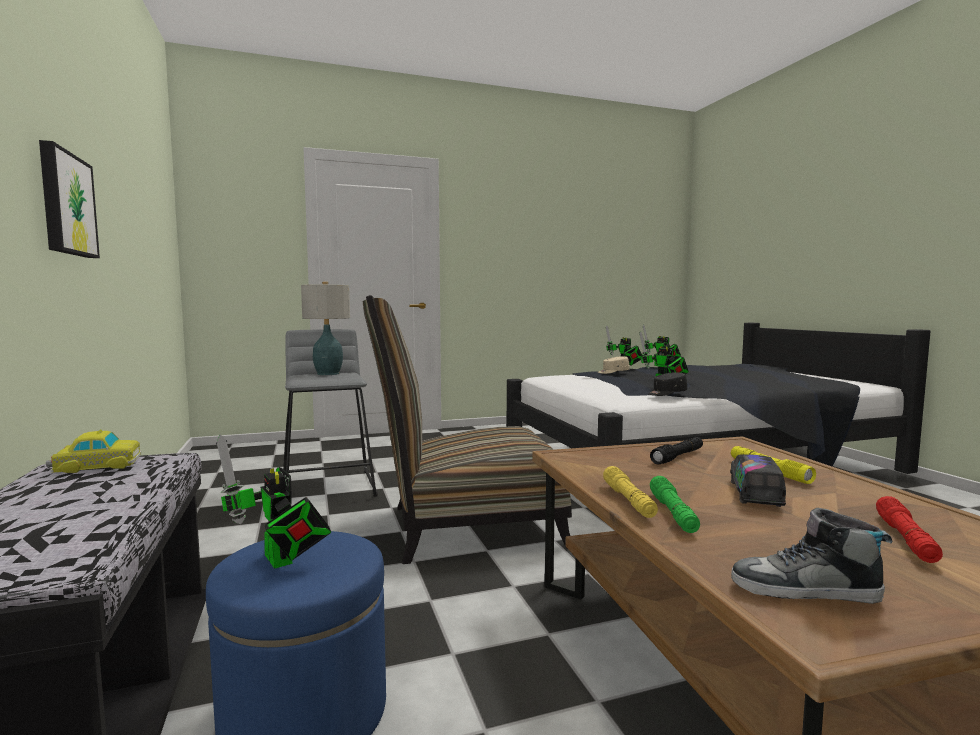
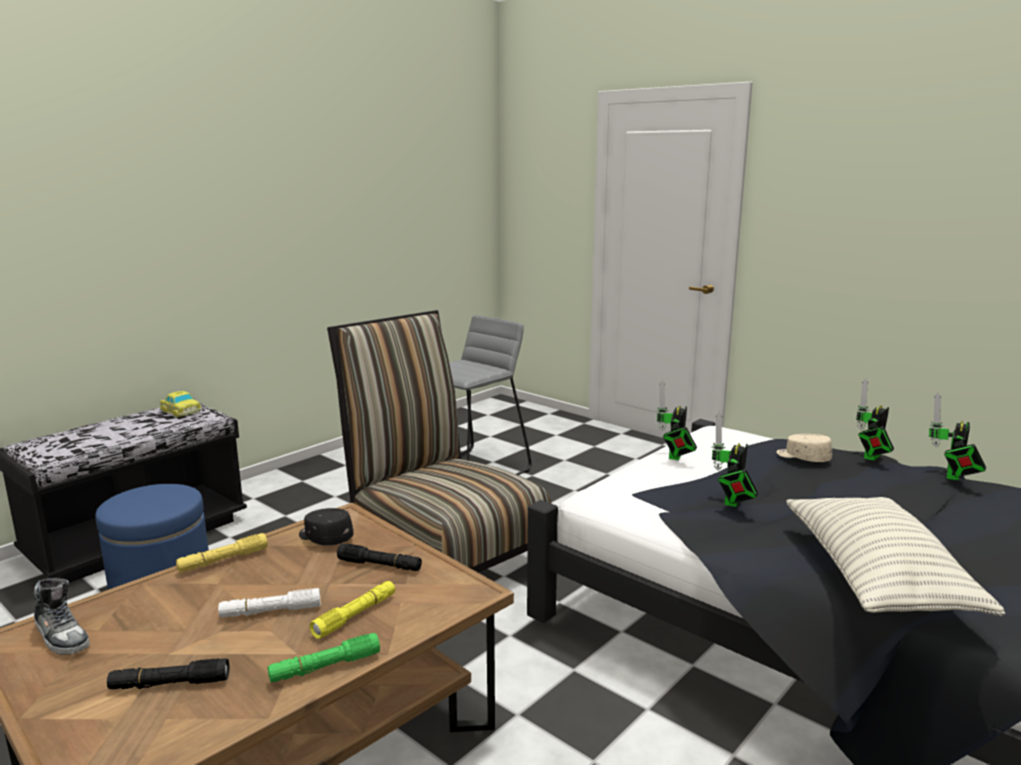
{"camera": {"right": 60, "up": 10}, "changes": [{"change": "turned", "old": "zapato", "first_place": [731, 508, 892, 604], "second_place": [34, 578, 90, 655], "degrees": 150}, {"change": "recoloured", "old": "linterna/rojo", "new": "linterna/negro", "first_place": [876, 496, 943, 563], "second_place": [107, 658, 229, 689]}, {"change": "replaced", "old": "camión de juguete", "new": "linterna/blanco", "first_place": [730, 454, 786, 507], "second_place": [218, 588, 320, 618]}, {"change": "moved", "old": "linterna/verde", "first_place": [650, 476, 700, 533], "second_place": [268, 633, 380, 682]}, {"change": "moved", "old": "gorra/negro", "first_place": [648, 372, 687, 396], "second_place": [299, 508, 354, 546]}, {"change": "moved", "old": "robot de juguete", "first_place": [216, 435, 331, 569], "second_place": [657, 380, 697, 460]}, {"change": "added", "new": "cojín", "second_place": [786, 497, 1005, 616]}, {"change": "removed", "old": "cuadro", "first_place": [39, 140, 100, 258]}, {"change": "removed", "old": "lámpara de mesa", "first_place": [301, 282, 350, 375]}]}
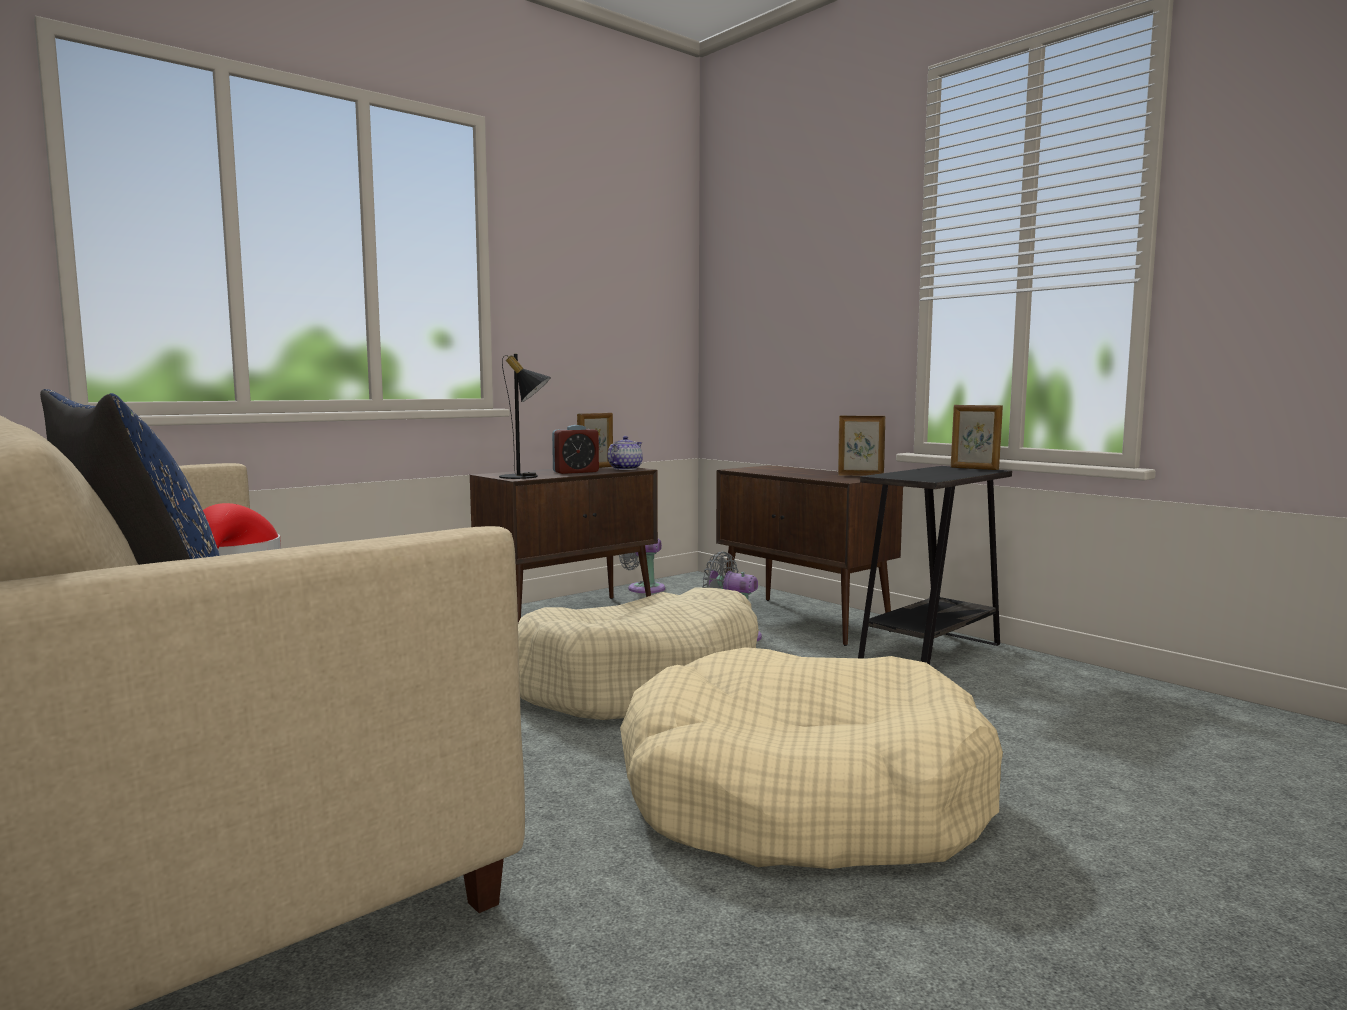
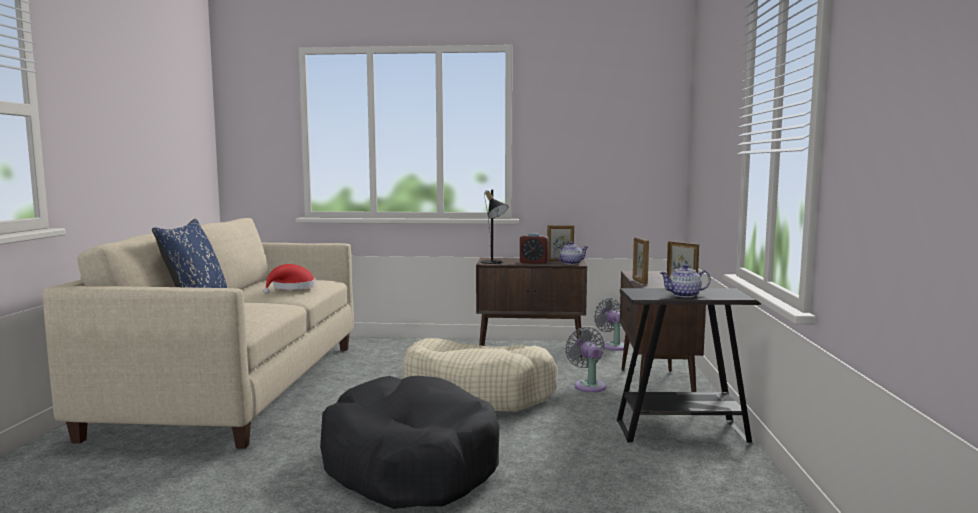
{"camera": {"right": 45, "up": 0}, "changes": [{"change": "recoloured", "old": "cama para perro/beis", "new": "cama para perro/negro", "first_place": [620, 647, 1003, 869], "second_place": [320, 376, 500, 509]}, {"change": "moved", "old": "portarretratos", "first_place": [951, 405, 1003, 470], "second_place": [633, 237, 649, 285]}, {"change": "added", "new": "tetera", "second_place": [660, 264, 711, 297]}]}
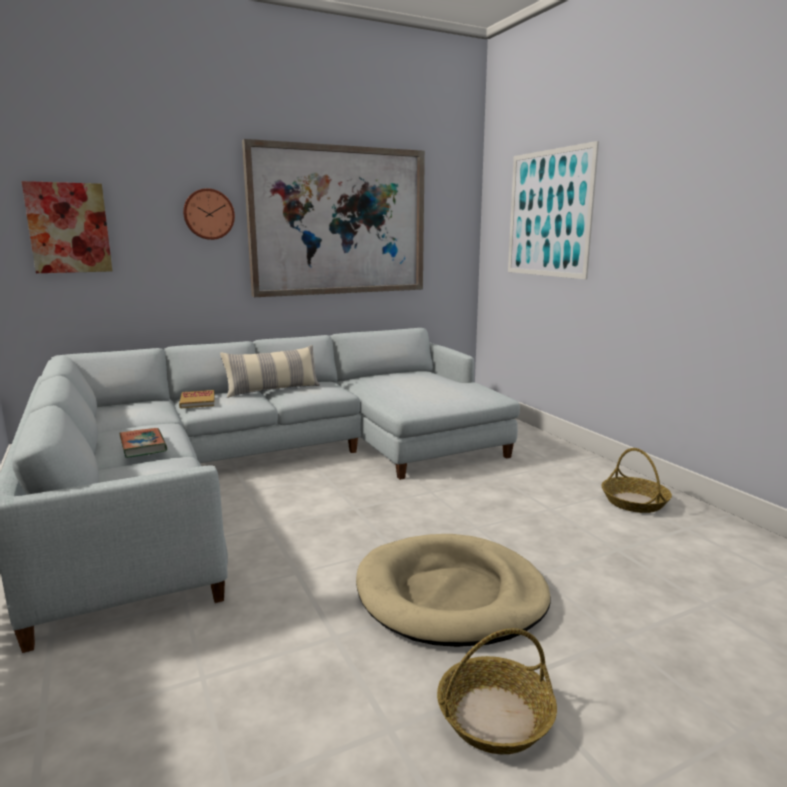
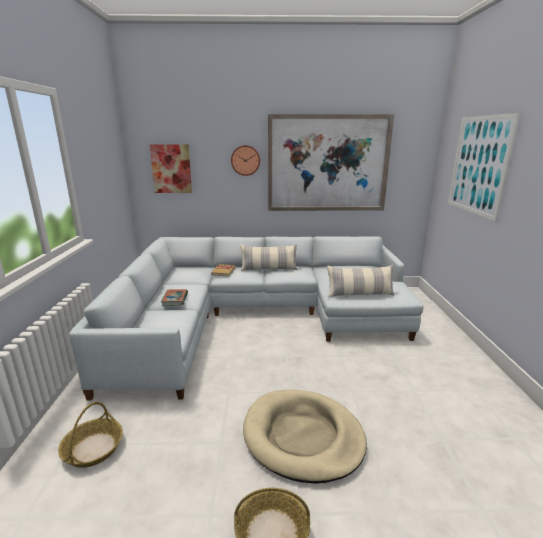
{"camera": {"right": 25, "up": 5}, "changes": [{"change": "moved", "old": "cesta", "first_place": [602, 448, 672, 513], "second_place": [58, 402, 123, 468]}, {"change": "added", "new": "cojín", "second_place": [327, 265, 395, 297]}]}
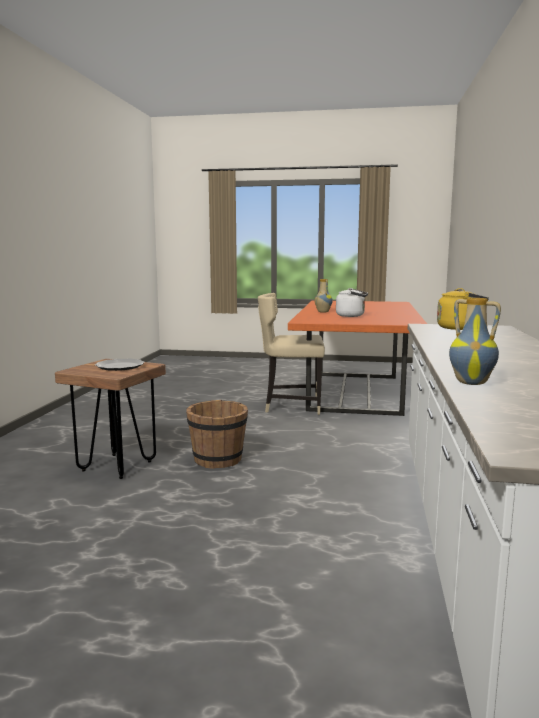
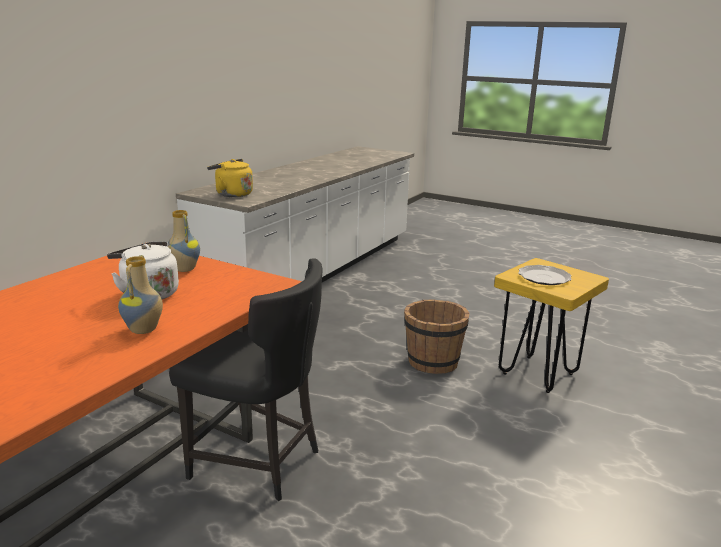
{"camera": {"right": -160, "up": 10}, "changes": [{"change": "moved", "old": "florero", "first_place": [449, 298, 501, 385], "second_place": [168, 210, 200, 272]}, {"change": "recoloured", "old": "silla/beis", "new": "silla/negro", "first_place": [258, 293, 325, 415], "second_place": [169, 259, 323, 501]}, {"change": "recoloured", "old": "taburete/marrón", "new": "taburete/amarillo", "first_place": [55, 359, 166, 479], "second_place": [494, 258, 609, 393]}]}
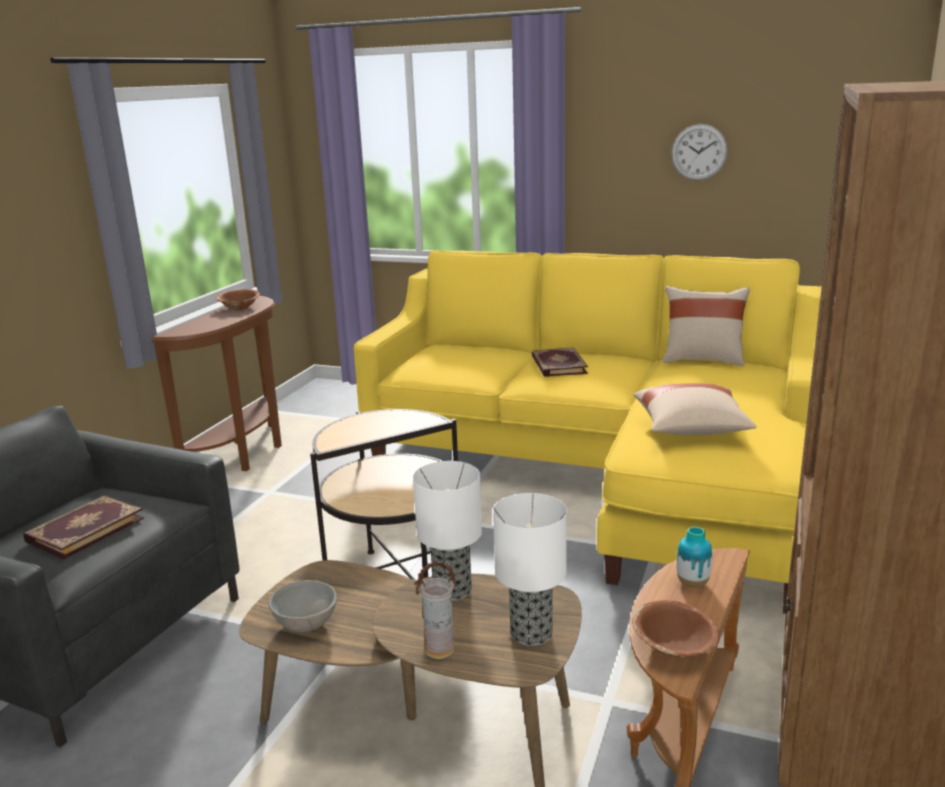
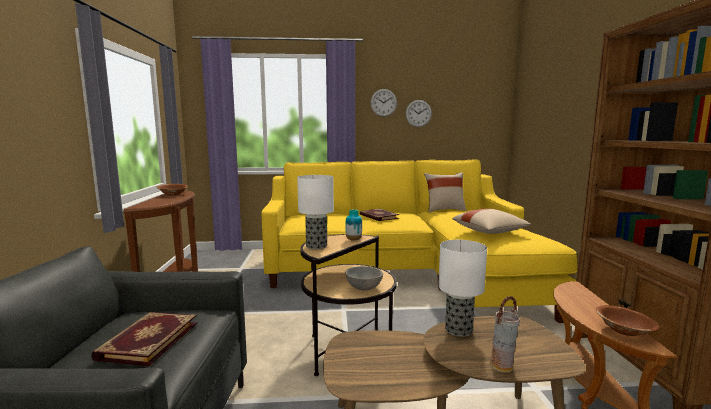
{"camera": {"right": -25, "up": -10}, "changes": [{"change": "moved", "old": "lámpara de mesa", "first_place": [493, 493, 567, 646], "second_place": [297, 175, 334, 249]}, {"change": "moved", "old": "florero", "first_place": [677, 527, 712, 588], "second_place": [345, 209, 362, 241]}, {"change": "moved", "old": "cuenco/gris", "first_place": [269, 580, 337, 632], "second_place": [345, 266, 383, 290]}, {"change": "added", "new": "reloj de pared", "second_place": [370, 89, 397, 117]}]}
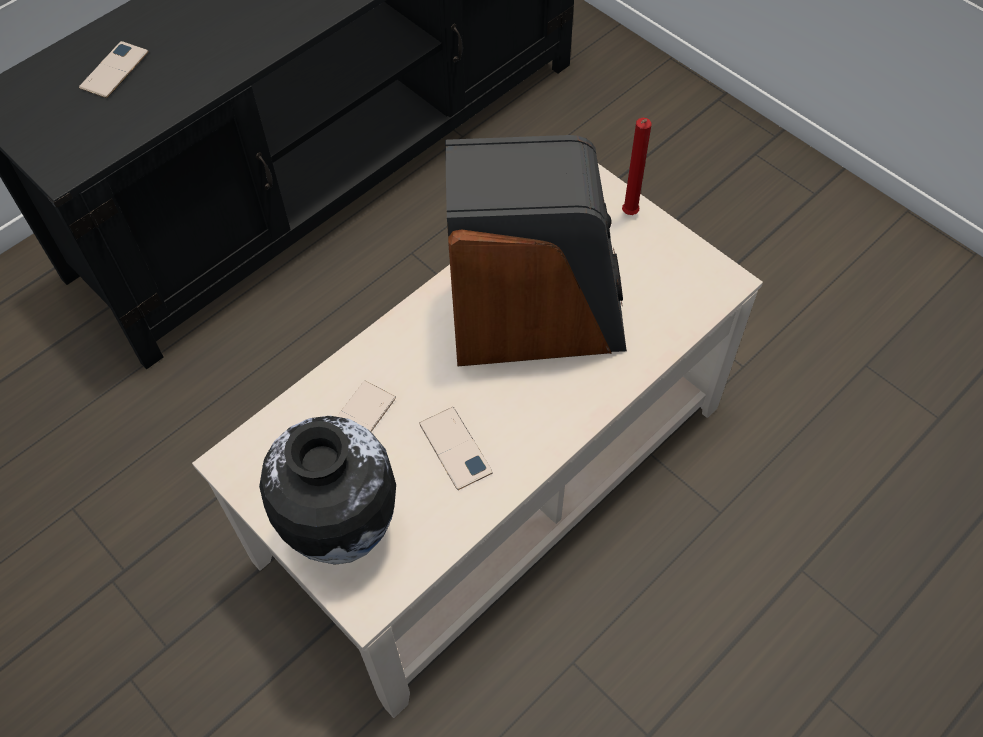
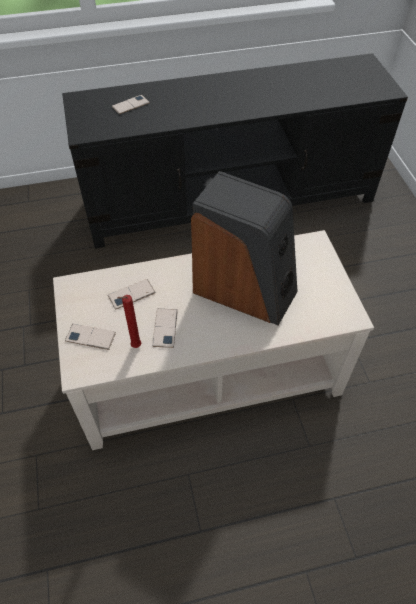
{"camera": {"right": 30, "up": -5}, "changes": [{"change": "replaced", "old": "florero", "new": "móvil", "first_place": [259, 416, 396, 565], "second_place": [65, 324, 116, 350]}, {"change": "moved", "old": "vela/rojo", "first_place": [622, 118, 652, 215], "second_place": [117, 295, 141, 348]}]}
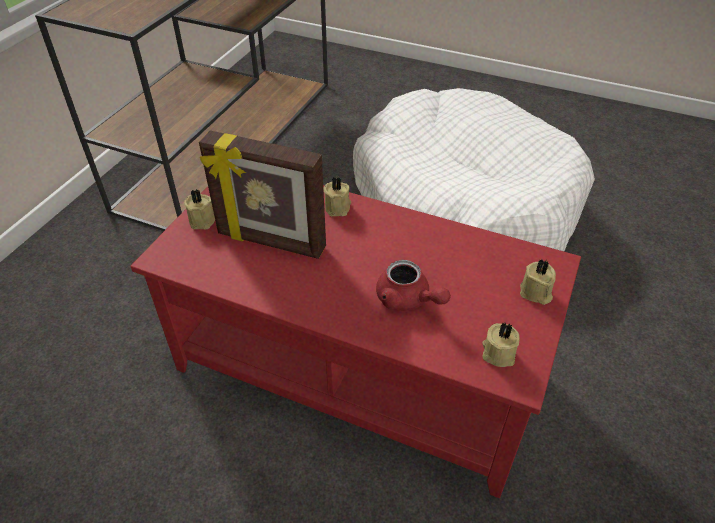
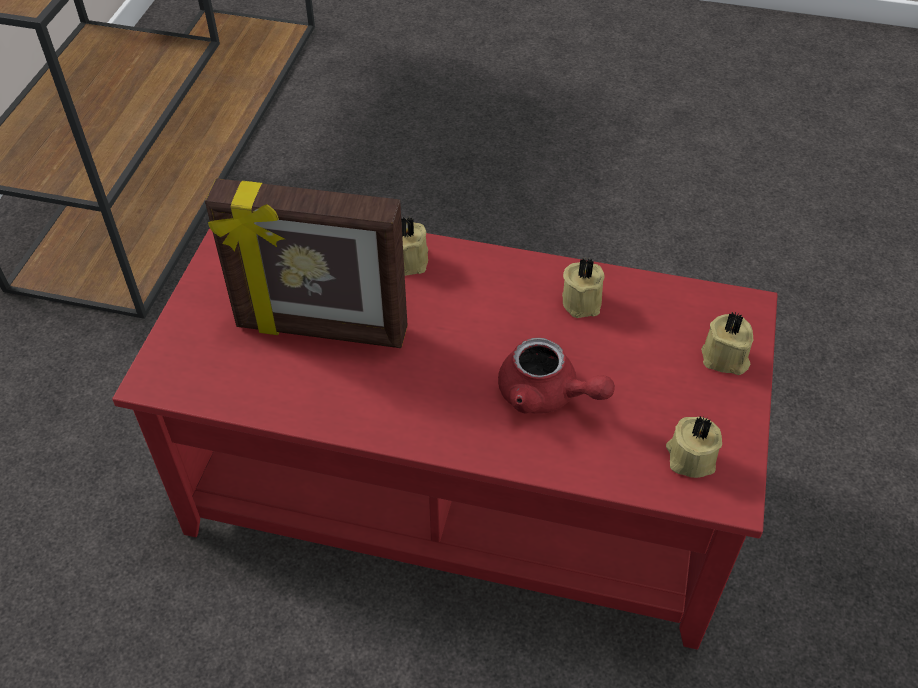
{"camera": {"right": -10, "up": 5}, "changes": [{"change": "moved", "old": "vela/beis", "first_place": [184, 189, 215, 230], "second_place": [562, 258, 604, 318]}, {"change": "removed", "old": "cama para perro/blanco", "first_place": [353, 88, 595, 251]}]}
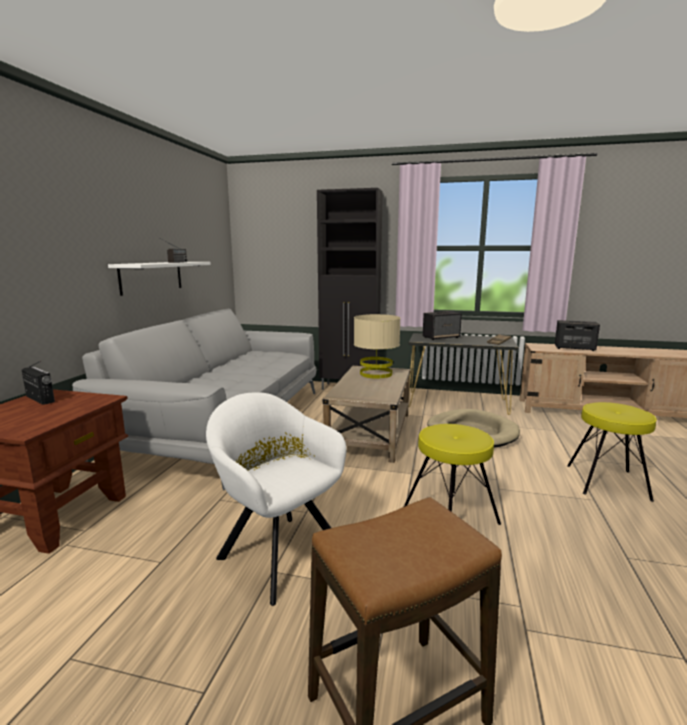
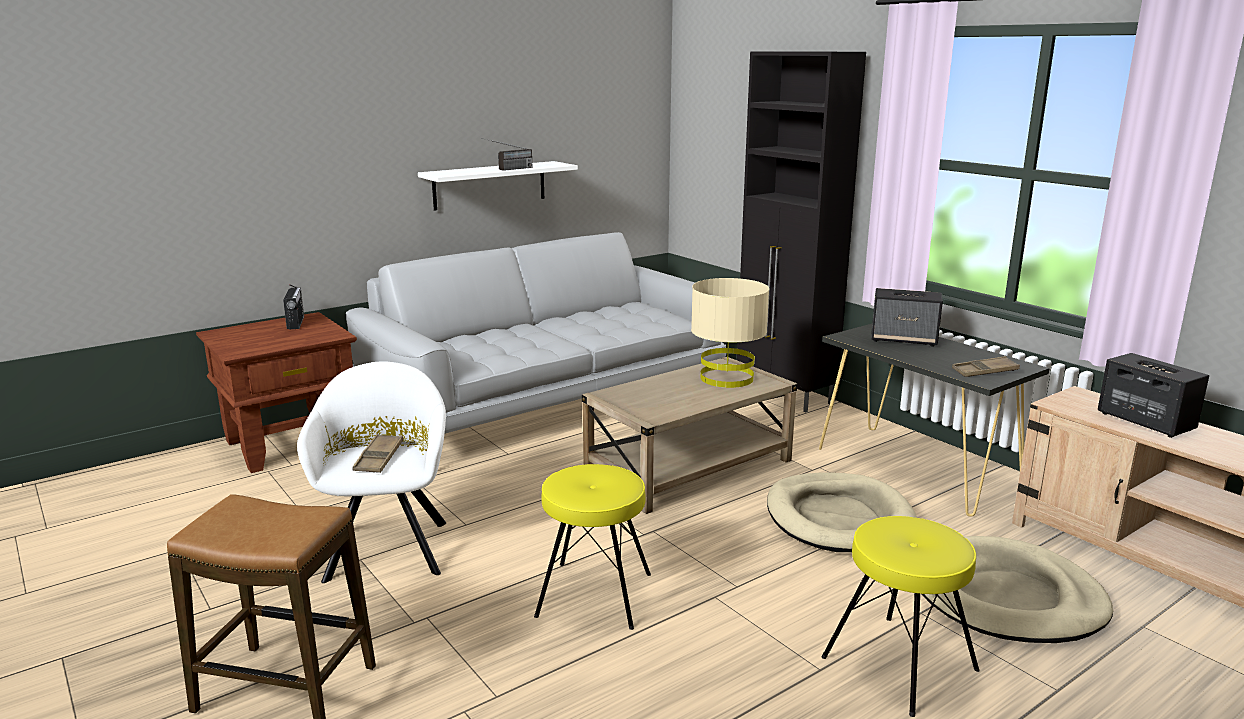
{"camera": {"right": 40, "up": 5}, "changes": [{"change": "added", "new": "bandeja/marrón", "second_place": [352, 434, 403, 473]}, {"change": "added", "new": "cama para perro/beis", "second_place": [922, 536, 1113, 643]}]}
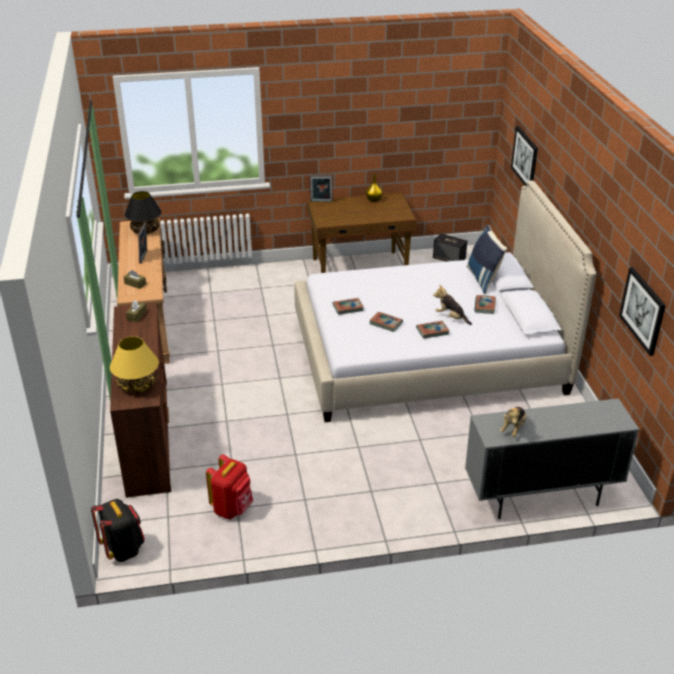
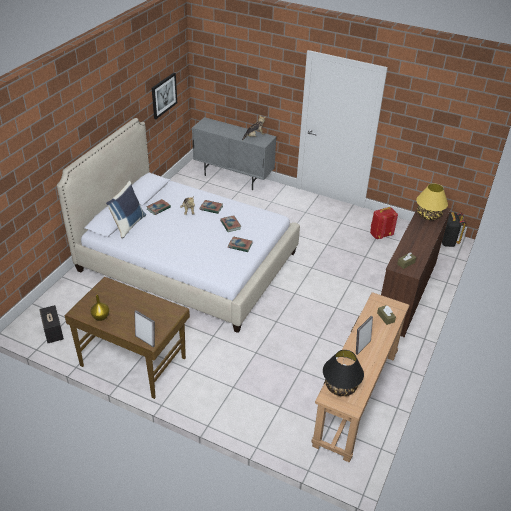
{"camera": {"right": -145, "up": 5}, "changes": [{"change": "removed", "old": "cuadro", "first_place": [511, 126, 538, 186]}]}
